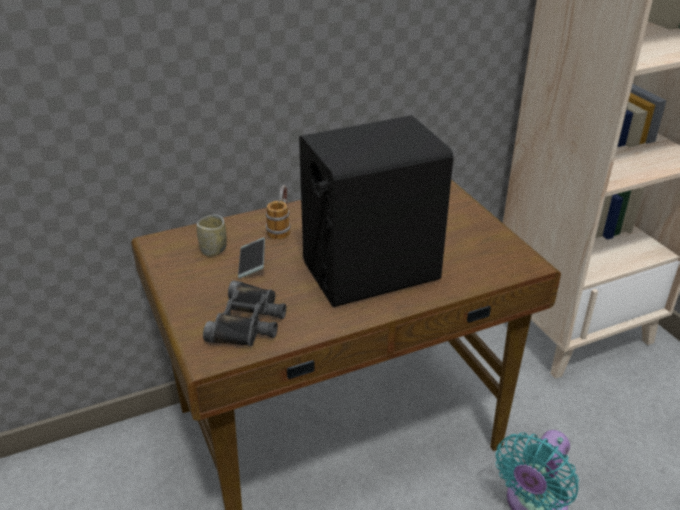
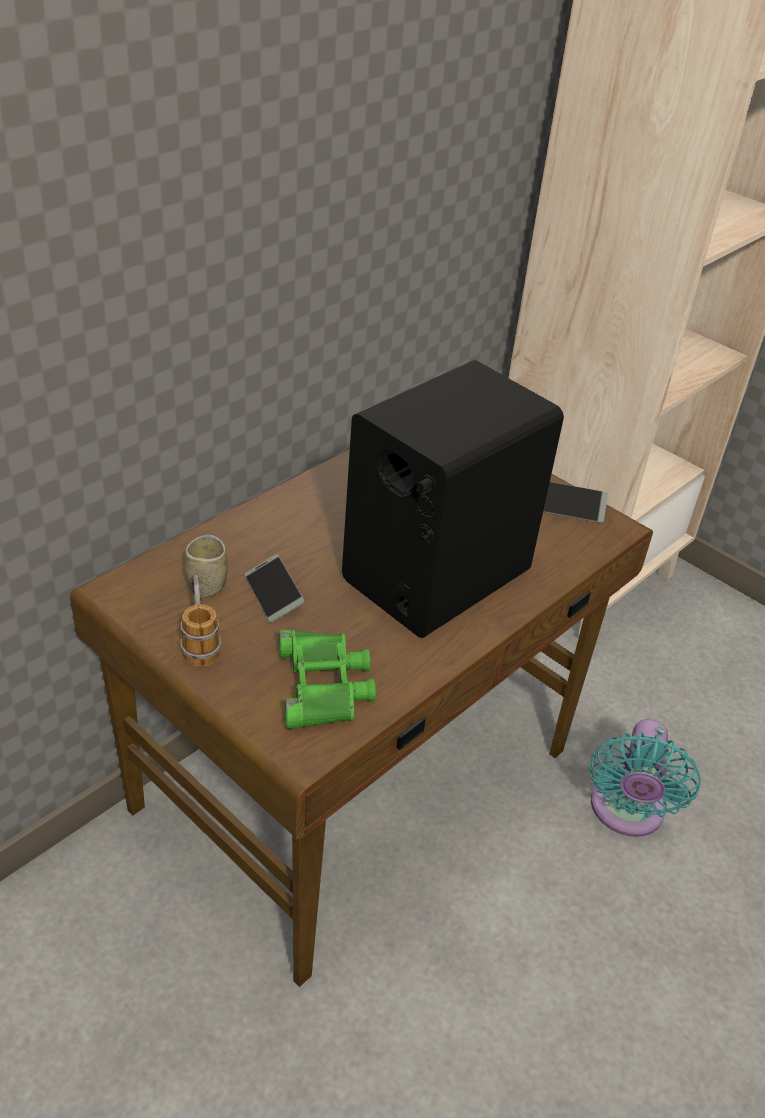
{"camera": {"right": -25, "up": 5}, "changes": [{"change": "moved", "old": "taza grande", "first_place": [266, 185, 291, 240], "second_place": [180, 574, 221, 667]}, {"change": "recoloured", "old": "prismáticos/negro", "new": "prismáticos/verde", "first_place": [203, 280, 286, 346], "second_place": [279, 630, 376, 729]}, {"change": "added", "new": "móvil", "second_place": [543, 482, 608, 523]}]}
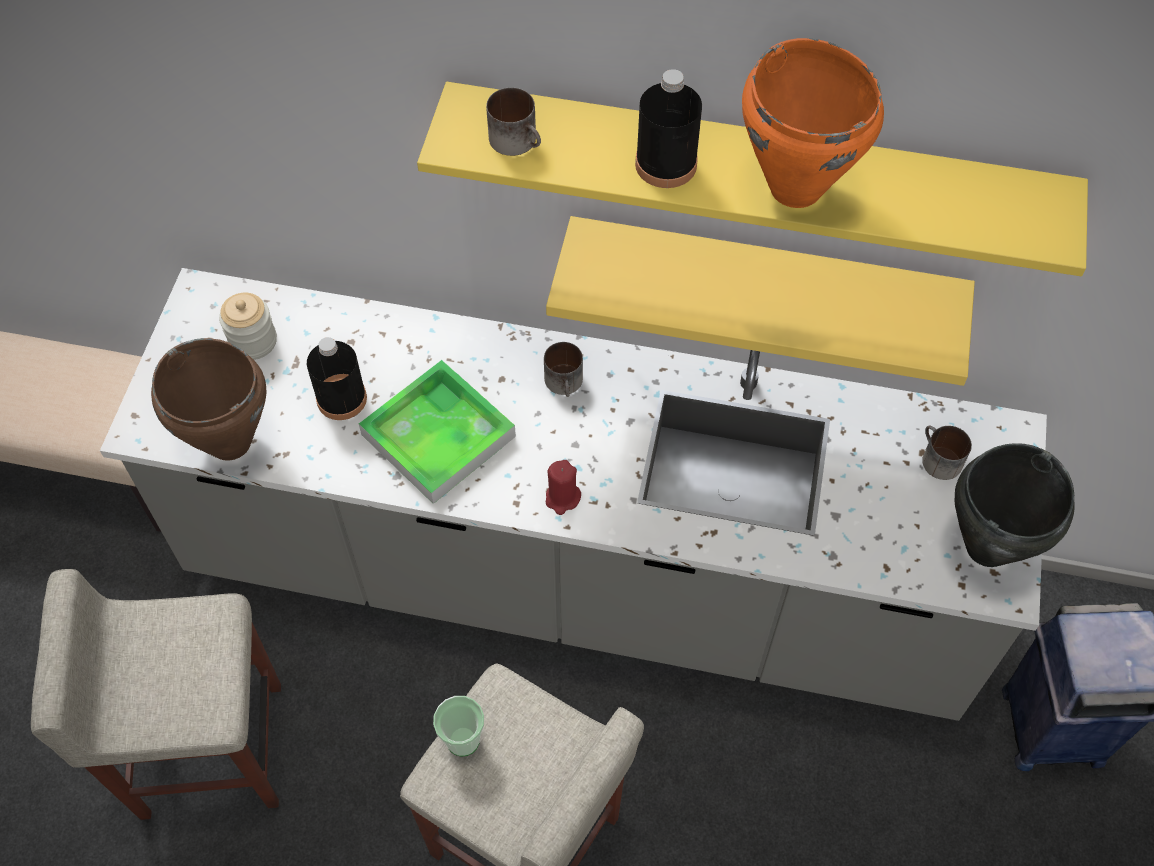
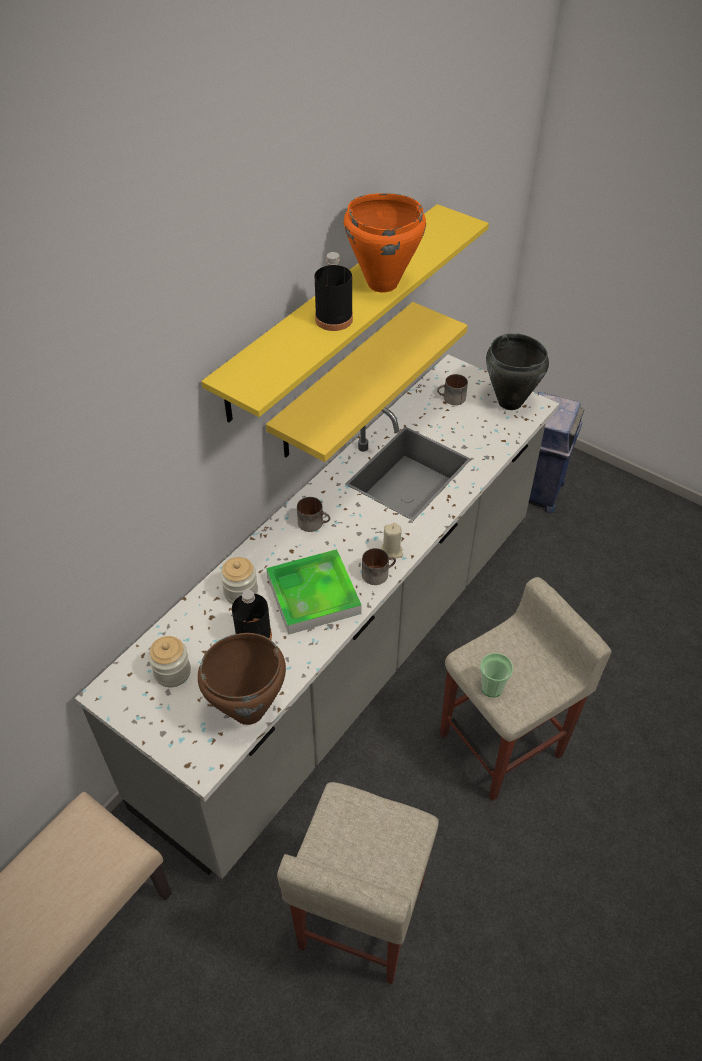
{"camera": {"right": -65, "up": -10}, "changes": [{"change": "added", "new": "tarro", "second_place": [220, 557, 258, 604]}, {"change": "moved", "old": "taza grande", "first_place": [486, 88, 541, 156], "second_place": [362, 548, 396, 585]}, {"change": "recoloured", "old": "vela/rojo", "new": "vela/beis", "first_place": [546, 460, 581, 515], "second_place": [381, 523, 403, 560]}]}
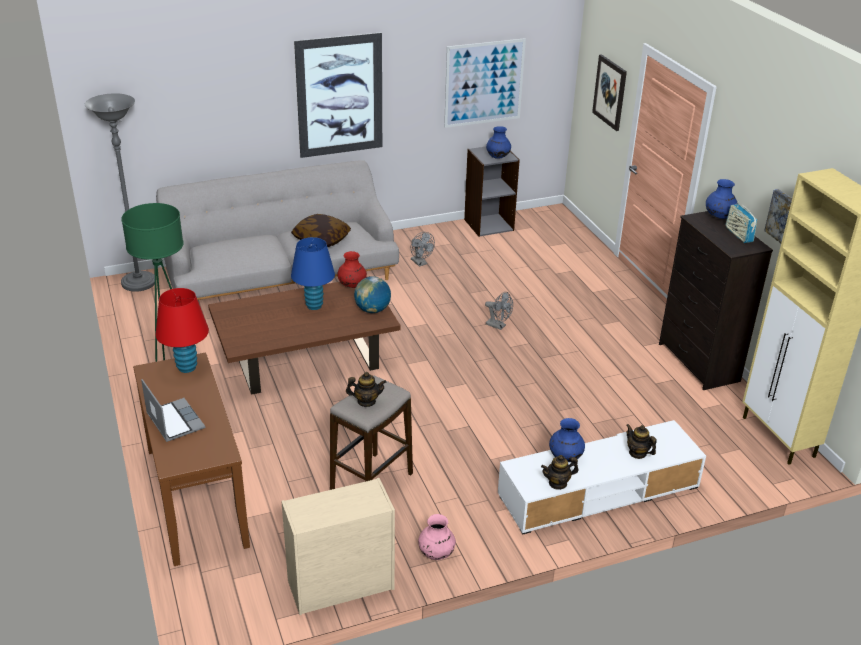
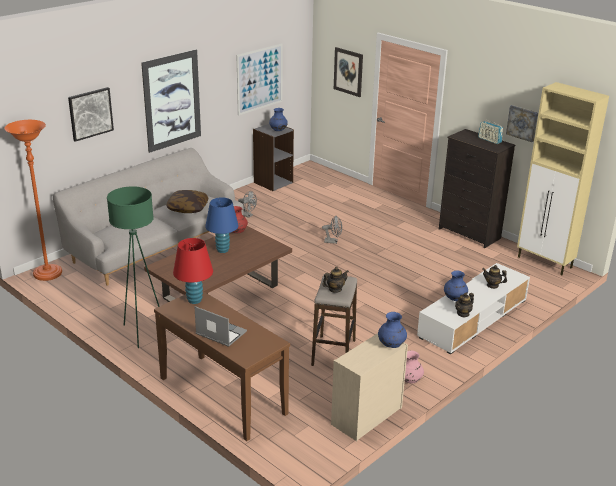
{"camera": {"right": -25, "up": -5}, "changes": [{"change": "recoloured", "old": "lámpara de pie/gris", "new": "lámpara de pie/naranja", "first_place": [85, 93, 155, 292], "second_place": [4, 120, 62, 281]}, {"change": "added", "new": "cuadro", "second_place": [68, 87, 114, 142]}, {"change": "moved", "old": "florero/azul", "first_place": [706, 179, 738, 219], "second_place": [378, 312, 407, 348]}, {"change": "removed", "old": "globo terráqueo", "first_place": [354, 276, 391, 313]}]}
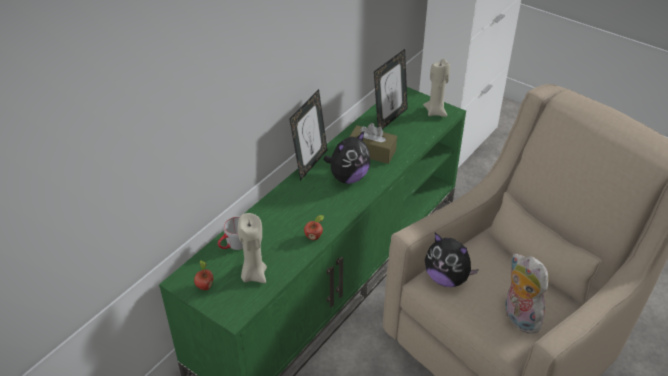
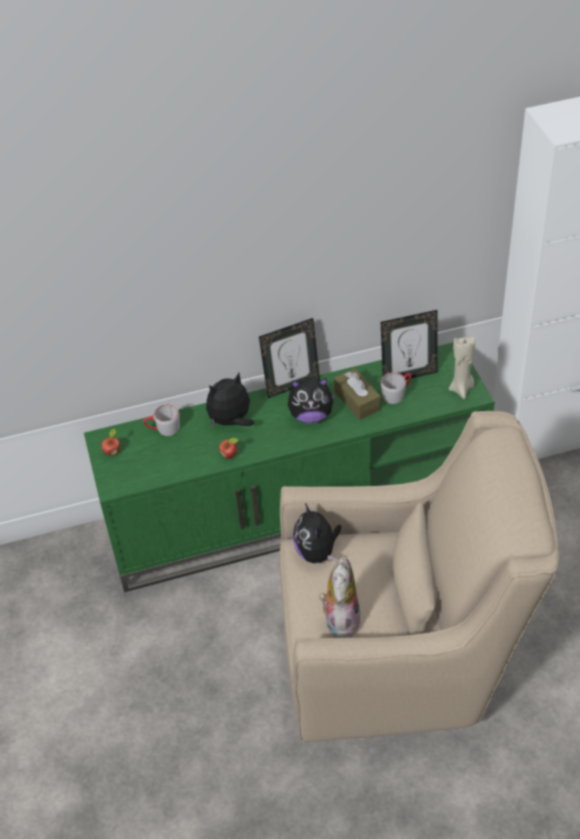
{"camera": {"right": 40, "up": 5}, "changes": [{"change": "added", "new": "peluche", "second_place": [206, 373, 254, 428]}, {"change": "added", "new": "taza grande/gris", "second_place": [381, 372, 411, 404]}, {"change": "removed", "old": "vela/beis", "first_place": [238, 213, 267, 283]}]}
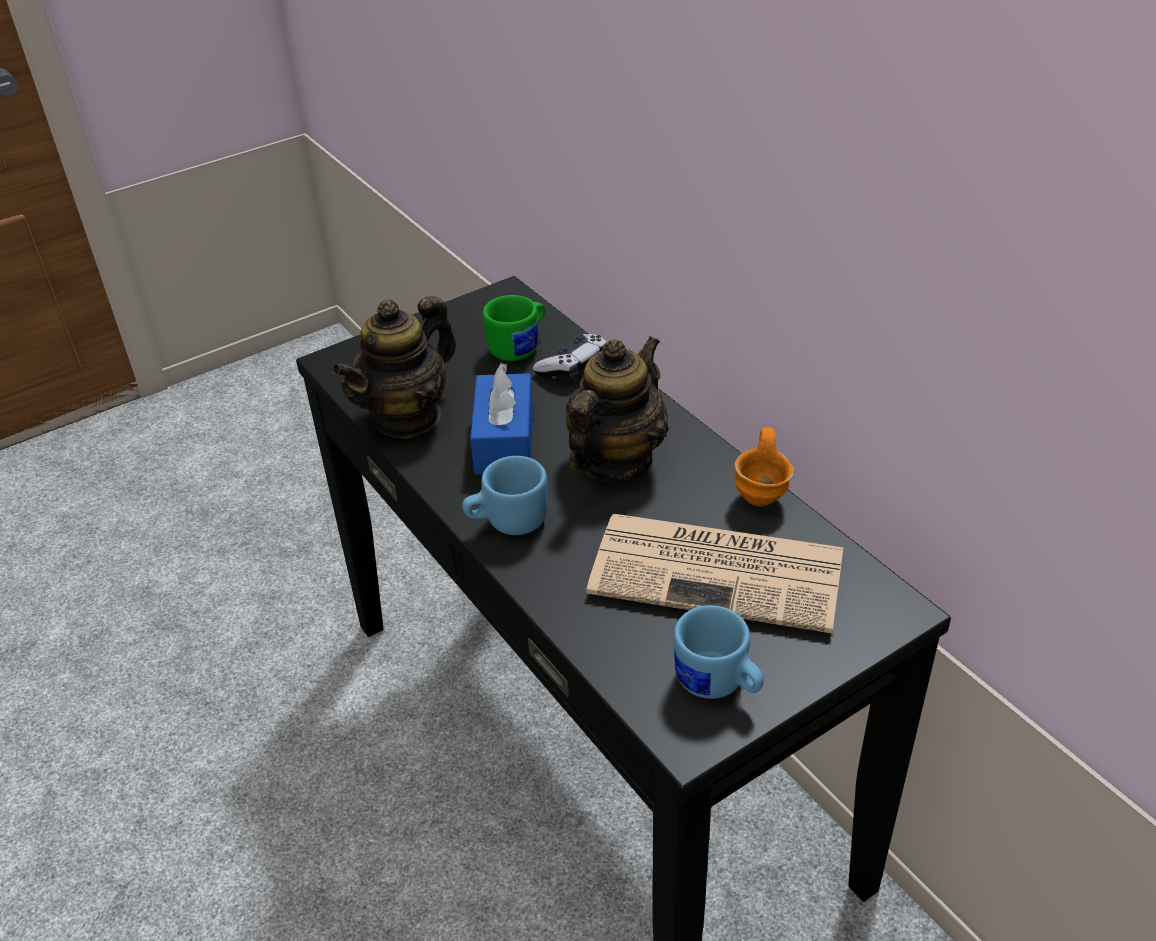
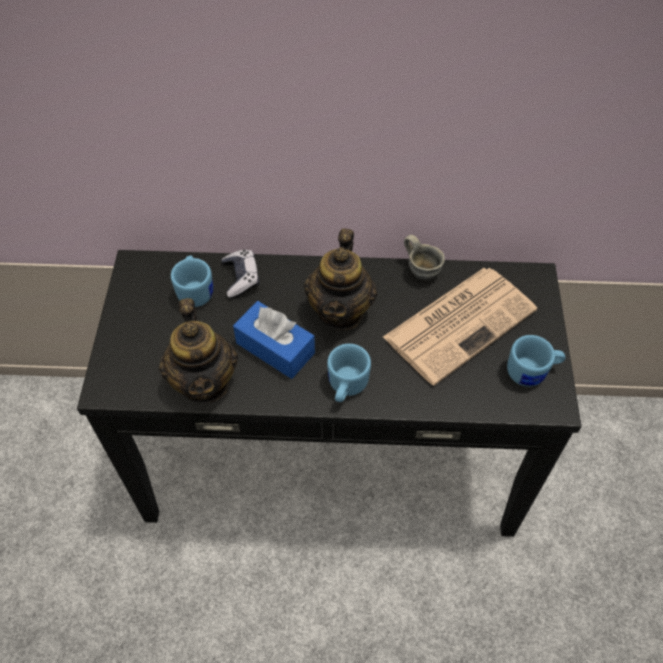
{"camera": {"right": -55, "up": 15}, "changes": [{"change": "recoloured", "old": "taza grande/verde", "new": "taza grande/azul", "first_place": [483, 295, 545, 361], "second_place": [171, 256, 213, 307]}, {"change": "turned", "old": "tetera", "first_place": [566, 336, 669, 482], "second_place": [304, 228, 377, 330], "degrees": -150}, {"change": "recoloured", "old": "taza grande/naranja", "new": "taza grande/gris", "first_place": [734, 427, 794, 507], "second_place": [404, 235, 445, 280]}]}
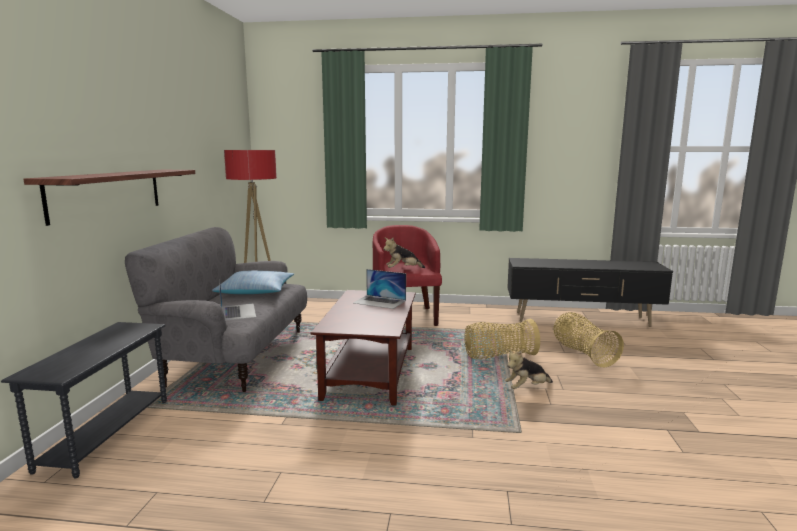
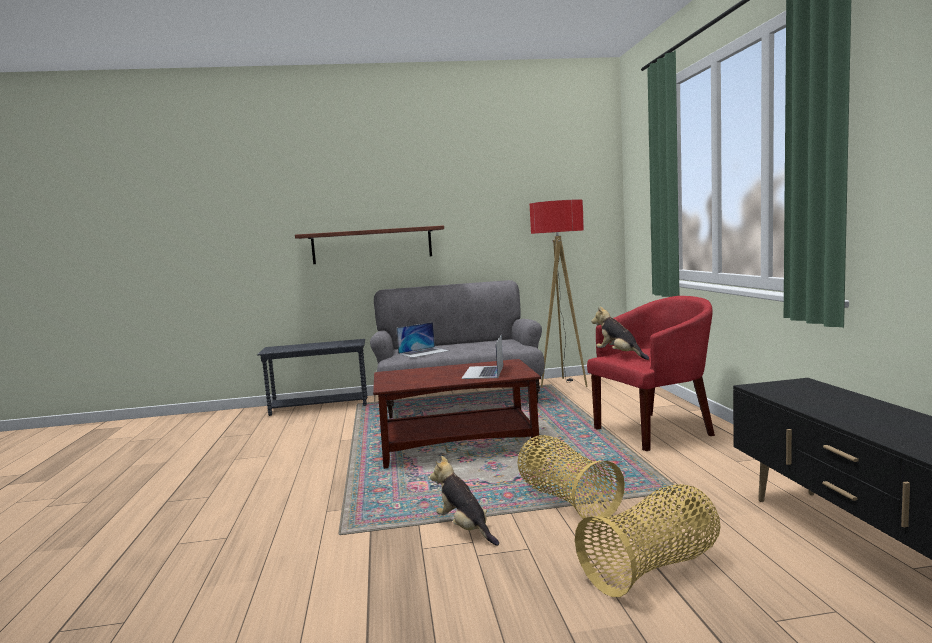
{"camera": {"right": 75, "up": -5}, "changes": [{"change": "removed", "old": "cojín", "first_place": [212, 270, 294, 294]}]}
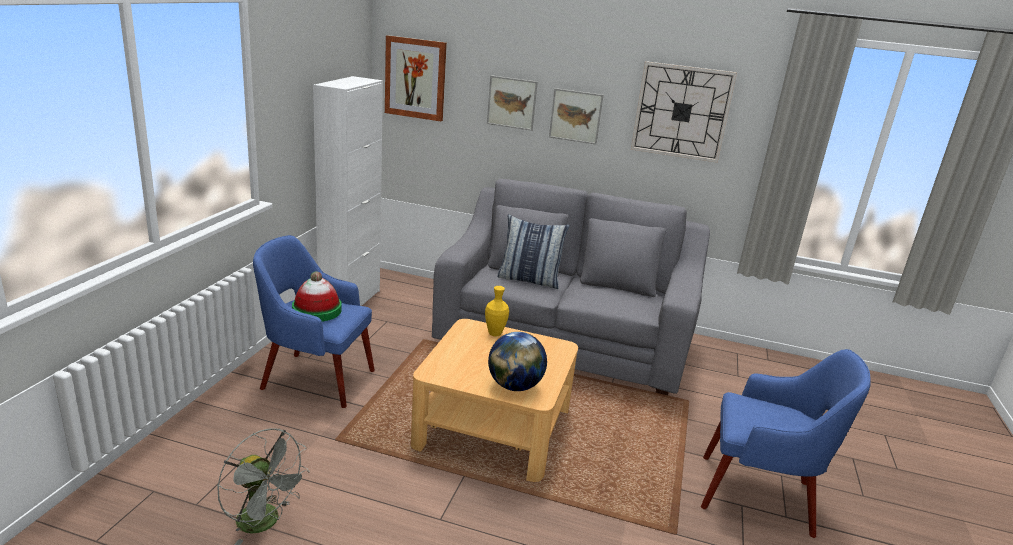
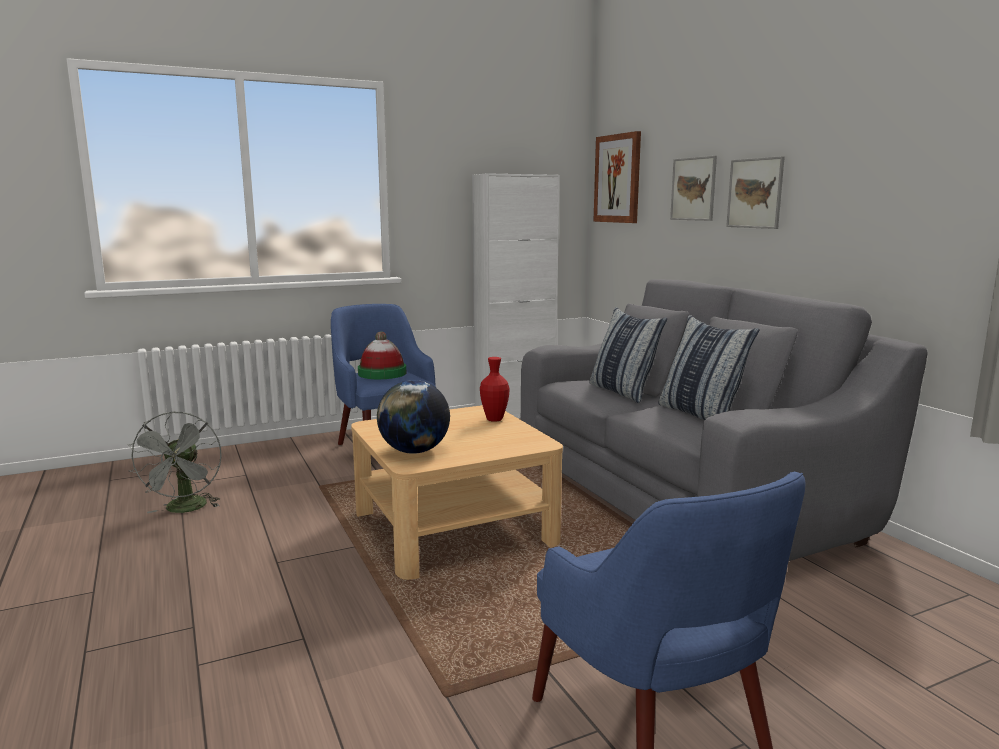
{"camera": {"right": 50, "up": -10}, "changes": [{"change": "recoloured", "old": "florero/amarillo", "new": "florero/rojo", "first_place": [485, 286, 509, 336], "second_place": [480, 357, 509, 422]}, {"change": "added", "new": "cojín", "second_place": [658, 315, 760, 420]}, {"change": "removed", "old": "reloj de pared", "first_place": [631, 61, 737, 163]}]}
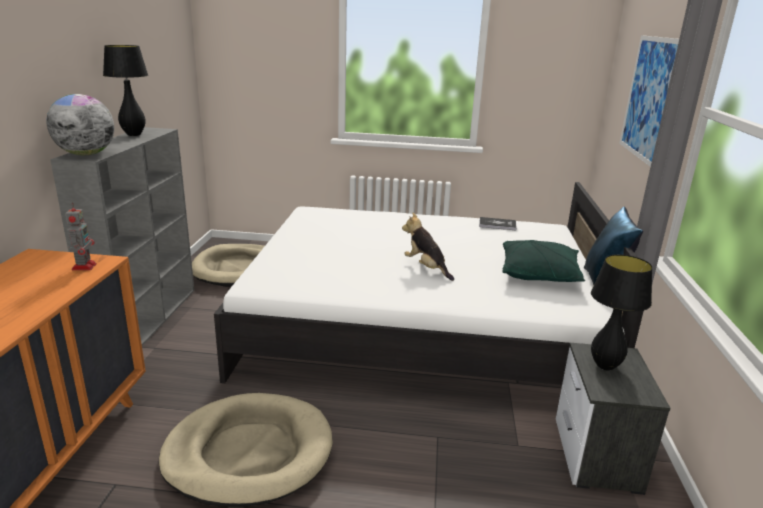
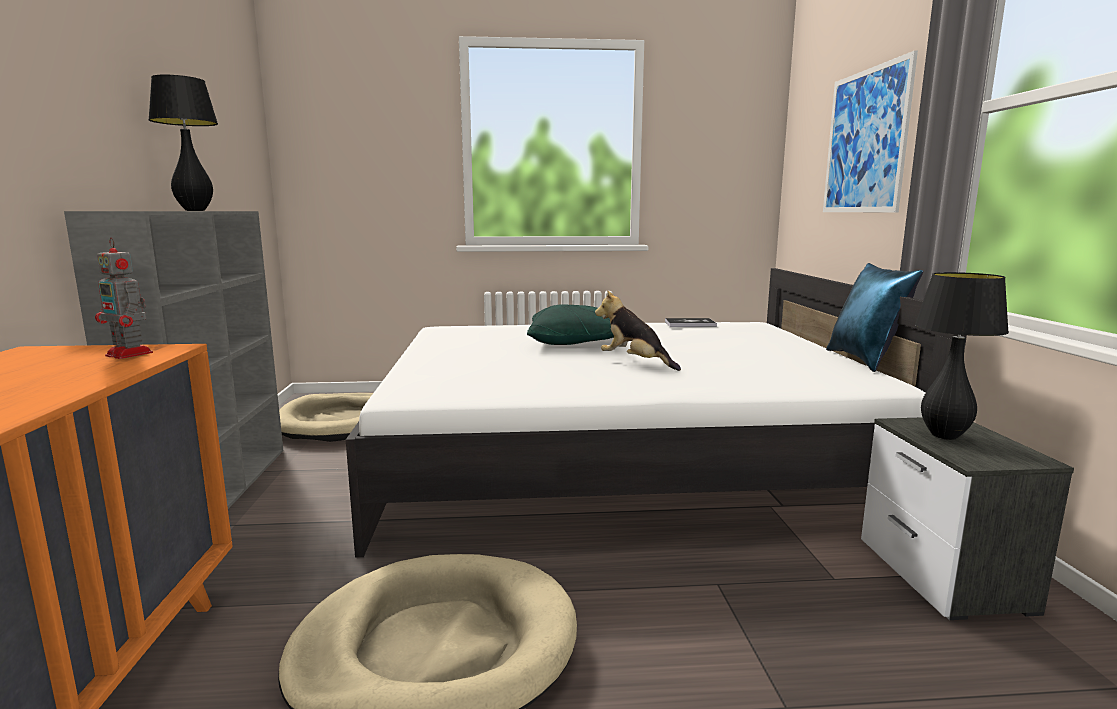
{"camera": {"right": -10, "up": -10}, "changes": [{"change": "turned", "old": "robot de juguete", "first_place": [65, 202, 97, 270], "second_place": [95, 237, 153, 359], "degrees": 135}, {"change": "moved", "old": "cojín/verde", "first_place": [502, 240, 585, 282], "second_place": [527, 304, 614, 345]}, {"change": "removed", "old": "globo terráqueo", "first_place": [46, 94, 114, 155]}]}
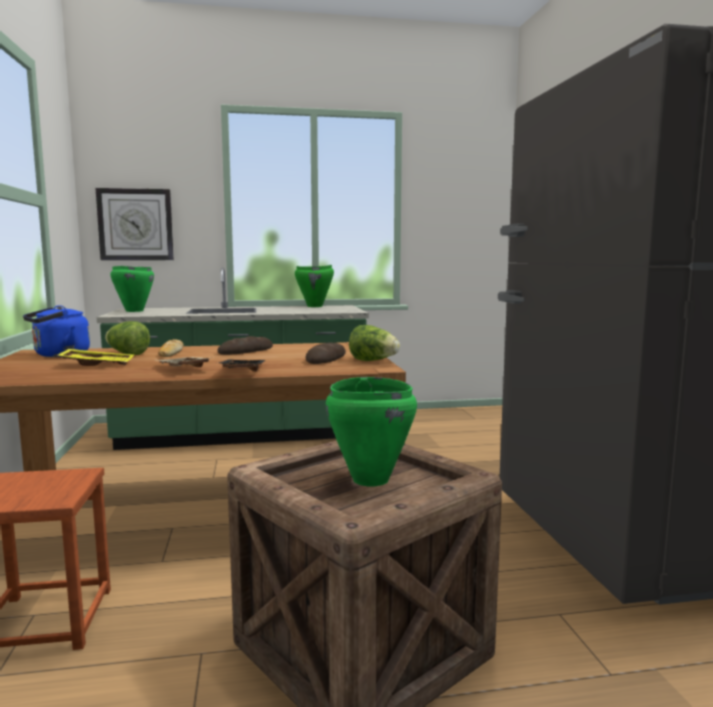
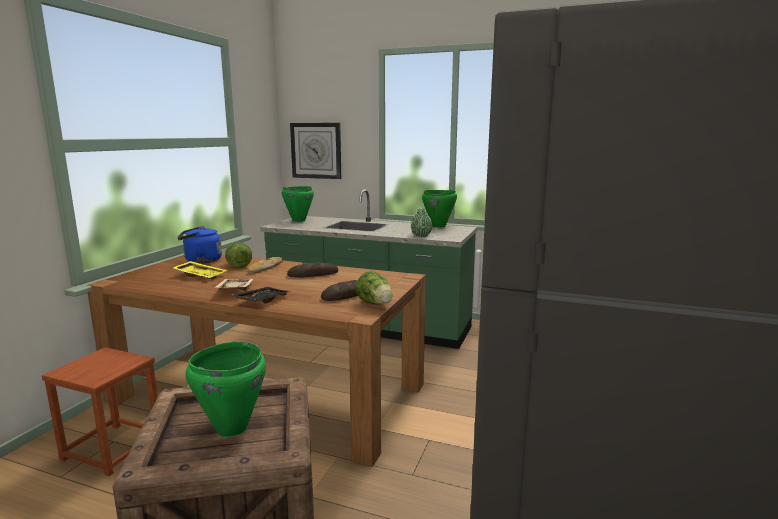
{"camera": {"right": 30, "up": 5}, "changes": [{"change": "added", "new": "florero/verde", "second_place": [411, 209, 432, 237]}]}
